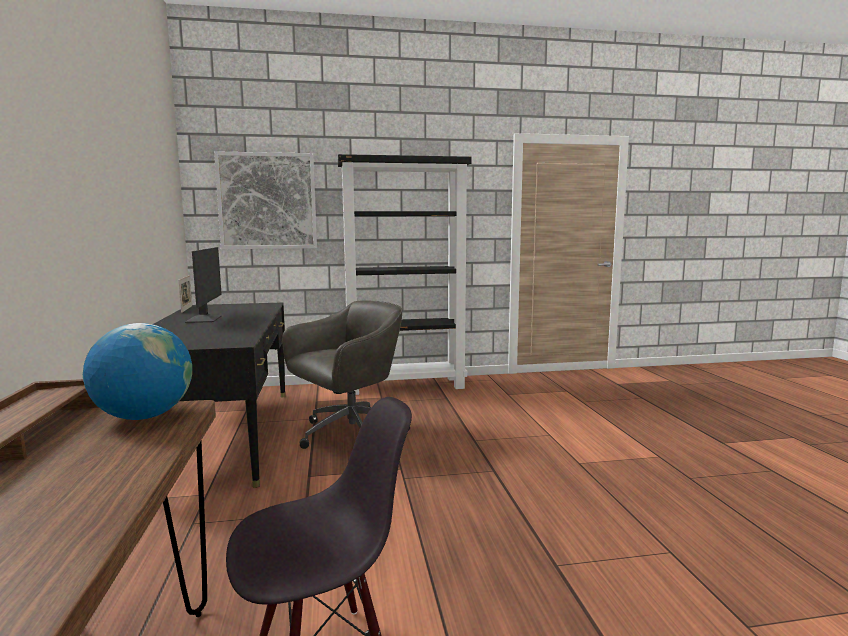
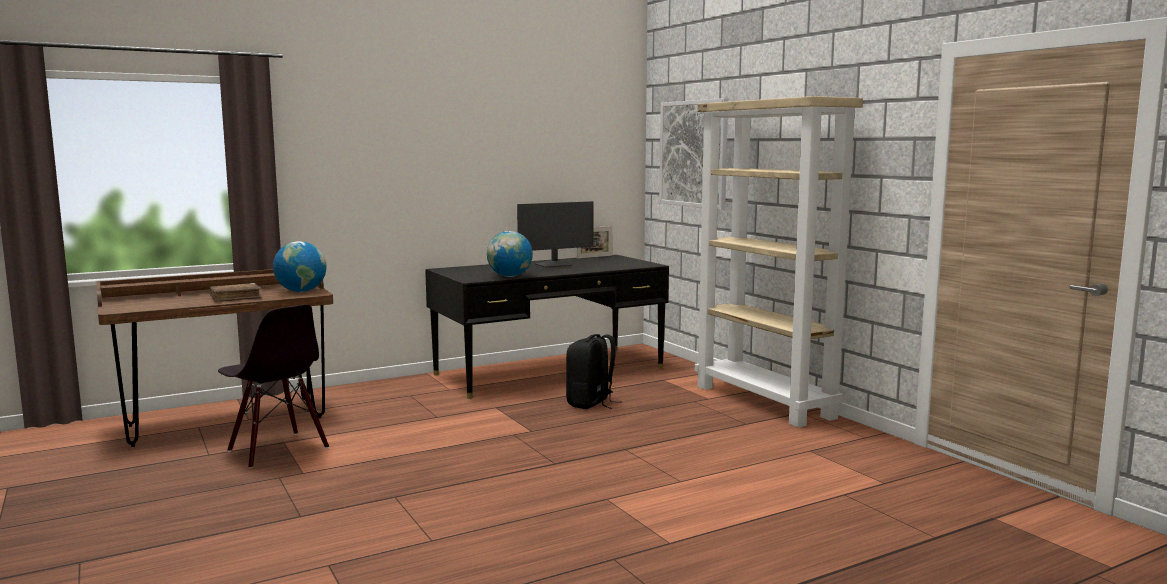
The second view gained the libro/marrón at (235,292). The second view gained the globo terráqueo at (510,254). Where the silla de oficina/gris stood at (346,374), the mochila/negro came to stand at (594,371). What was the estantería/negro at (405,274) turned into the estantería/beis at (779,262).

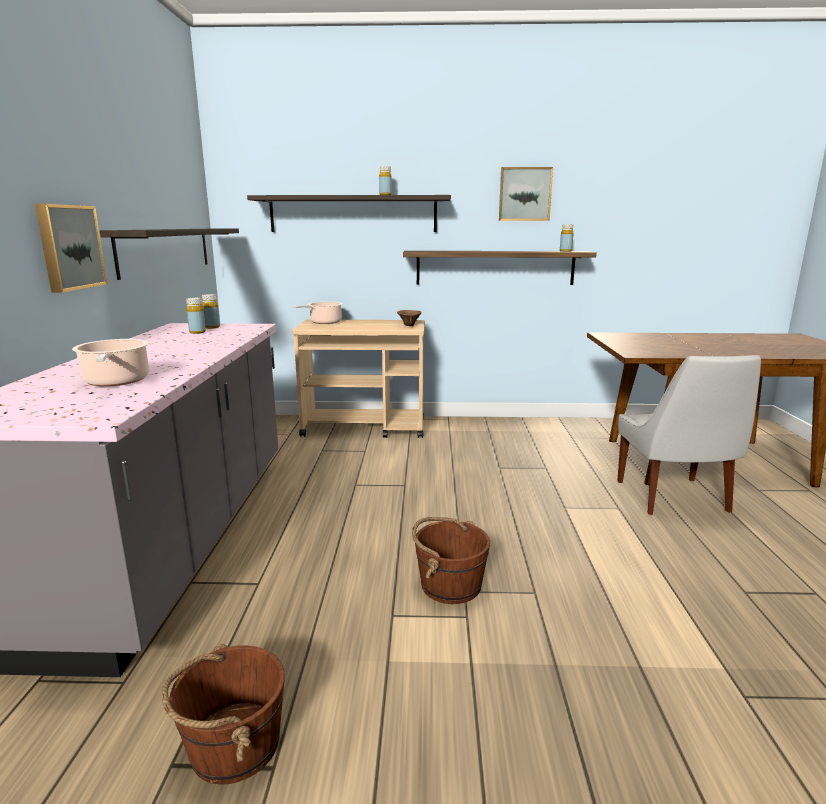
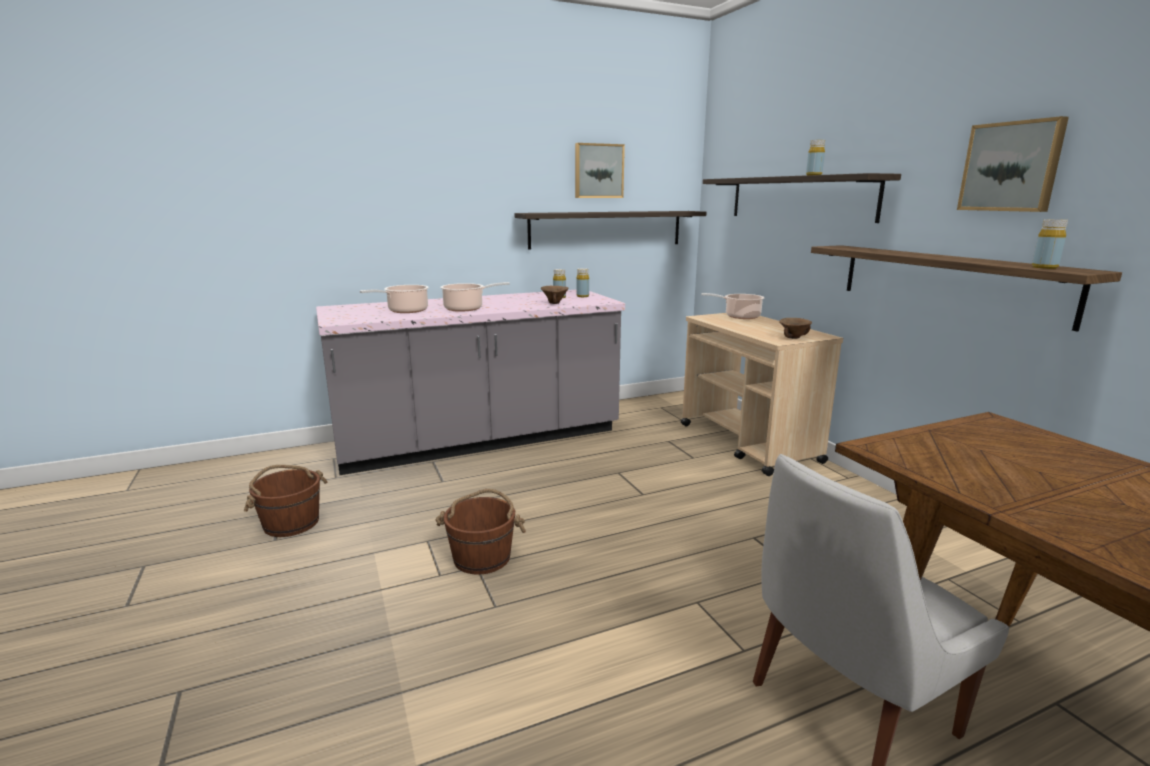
The second view gained the olla at (475,297). The second view gained the cuenco/marrón at (555,295). The cuadro ended up elsewhere, having gone from (71,248) to (600,170).

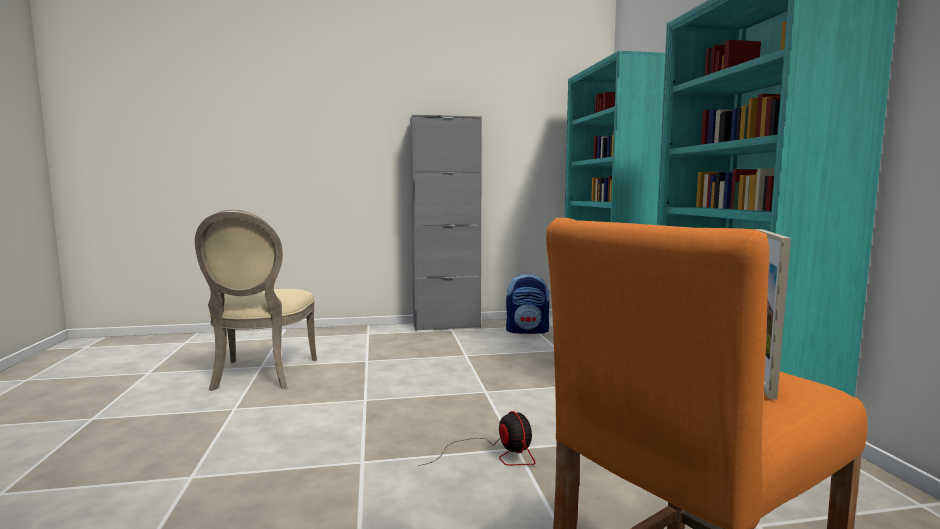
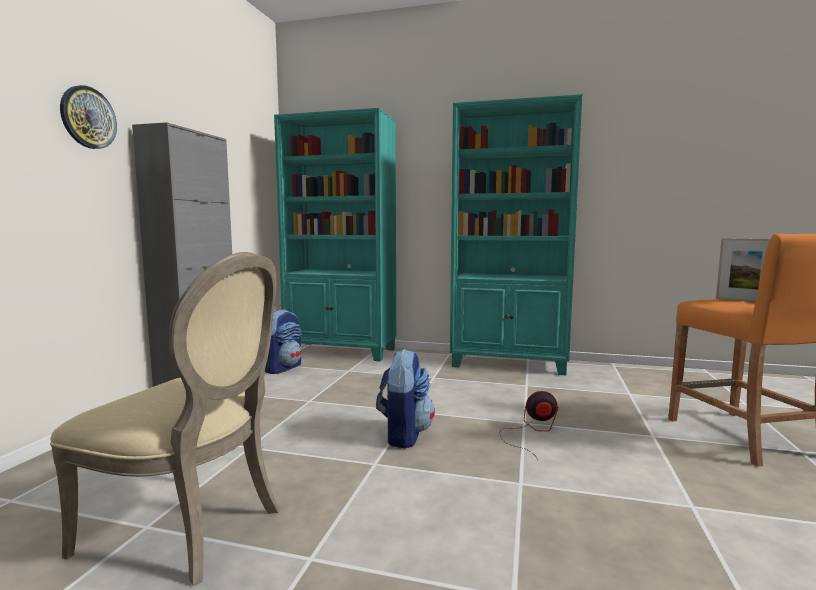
The second view gained the reloj de pared at (88,117). The second view gained the mochila at (405,398).

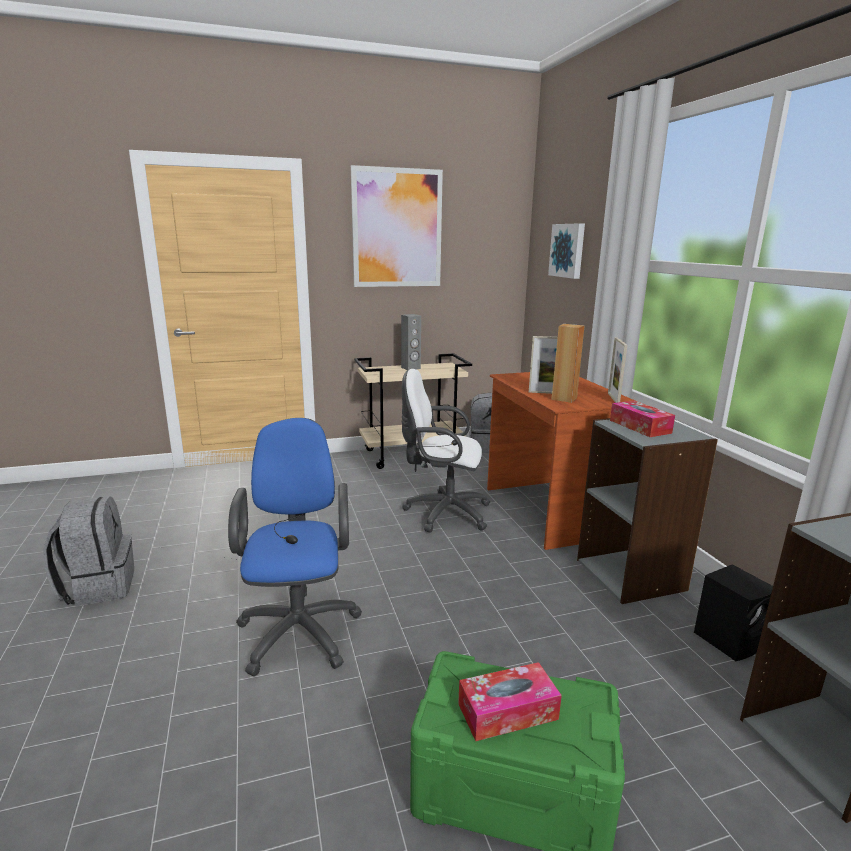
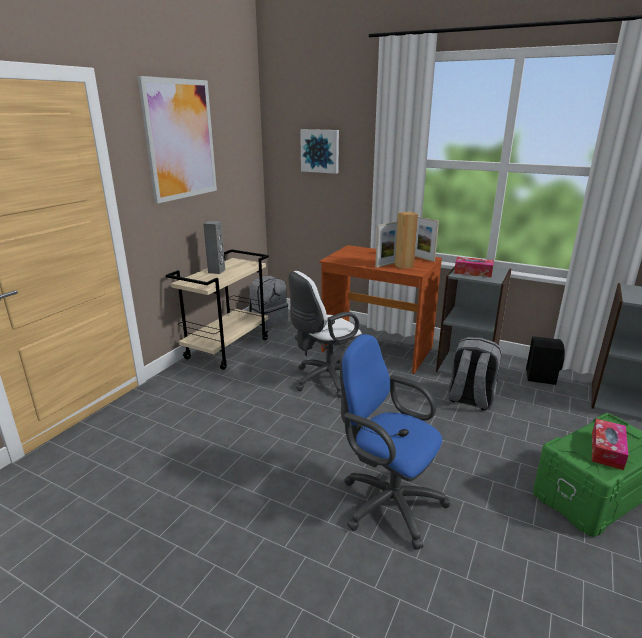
The mochila/gris ended up elsewhere, having gone from (88,551) to (475,374).

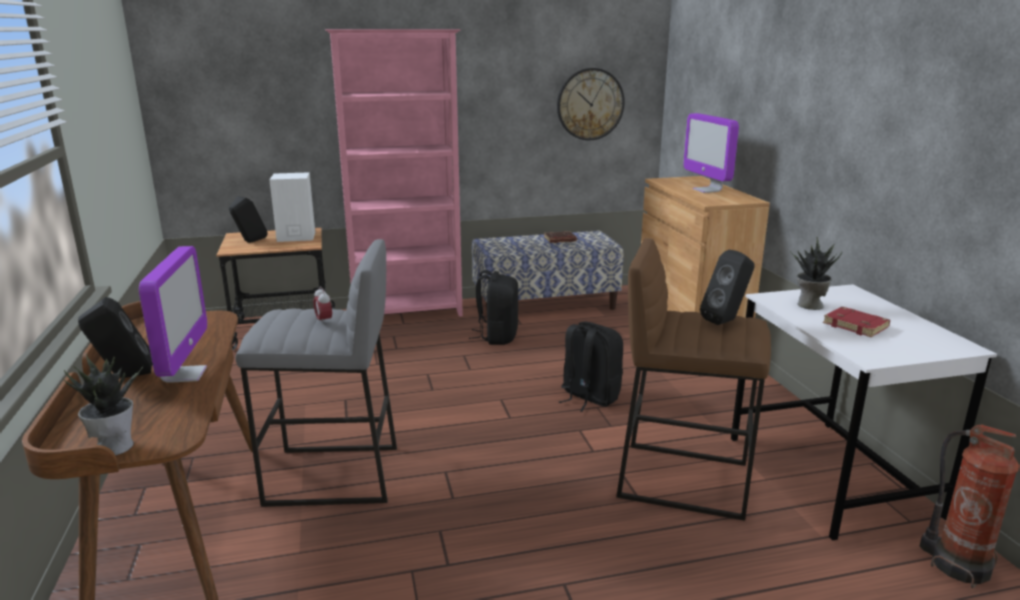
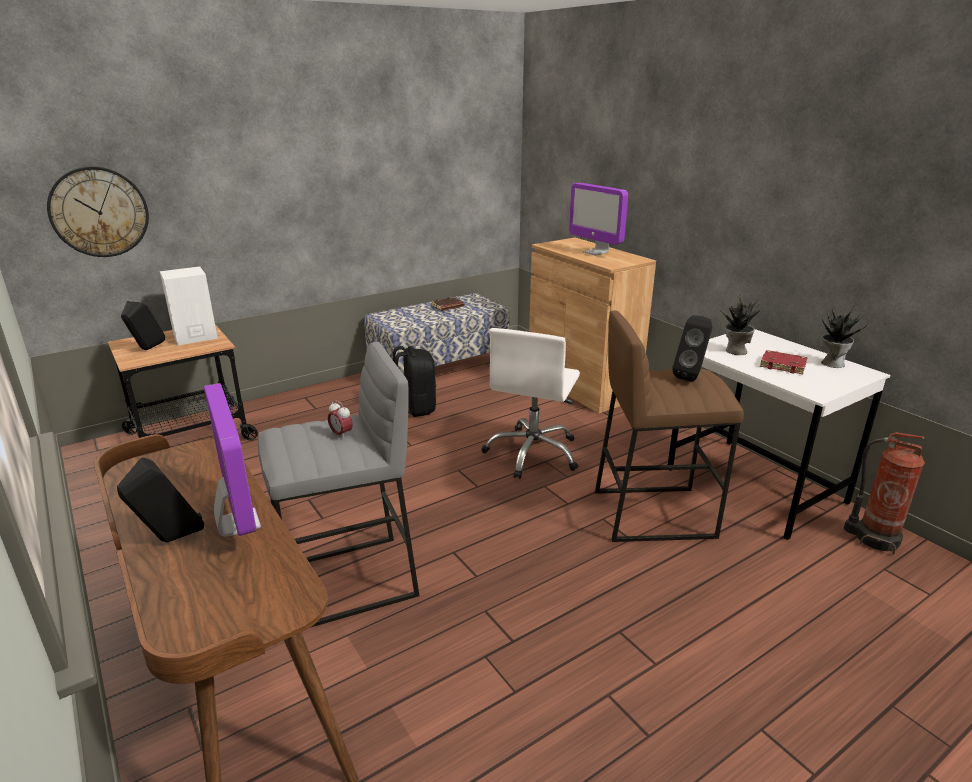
The second view lost the estantería/rosa at (394,173). The planta en maceta ended up elsewhere, having gone from (103,404) to (844,337). The reloj de pared ended up elsewhere, having gone from (591,104) to (98,211). Where the mochila/negro stood at (591,367), the silla de oficina/blanco came to stand at (531,403).

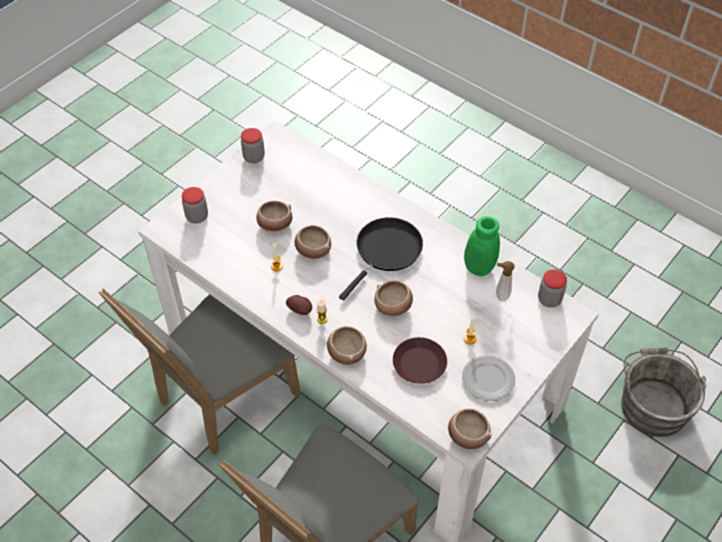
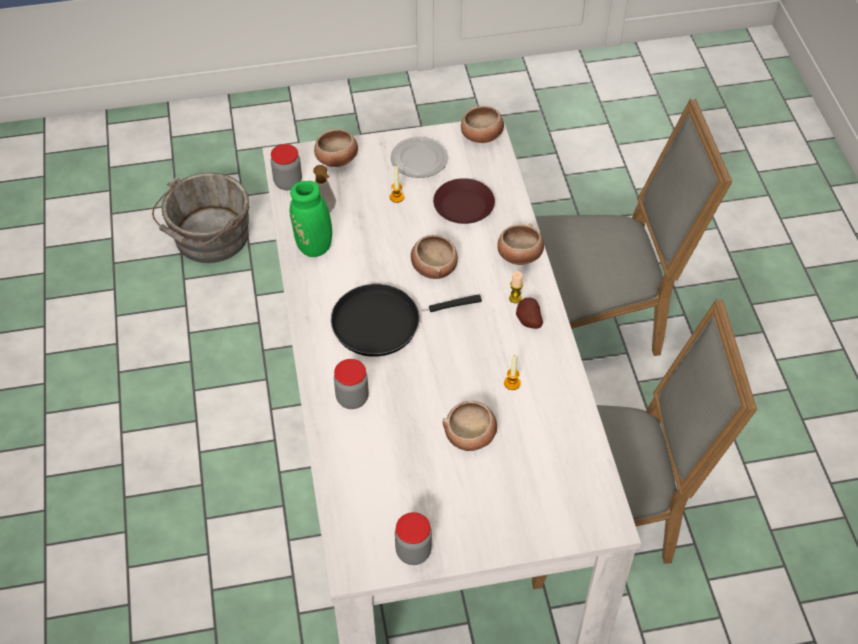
The tarro ended up elsewhere, having gone from (195,205) to (351,384). The cuenco ended up elsewhere, having gone from (313,242) to (336,147).

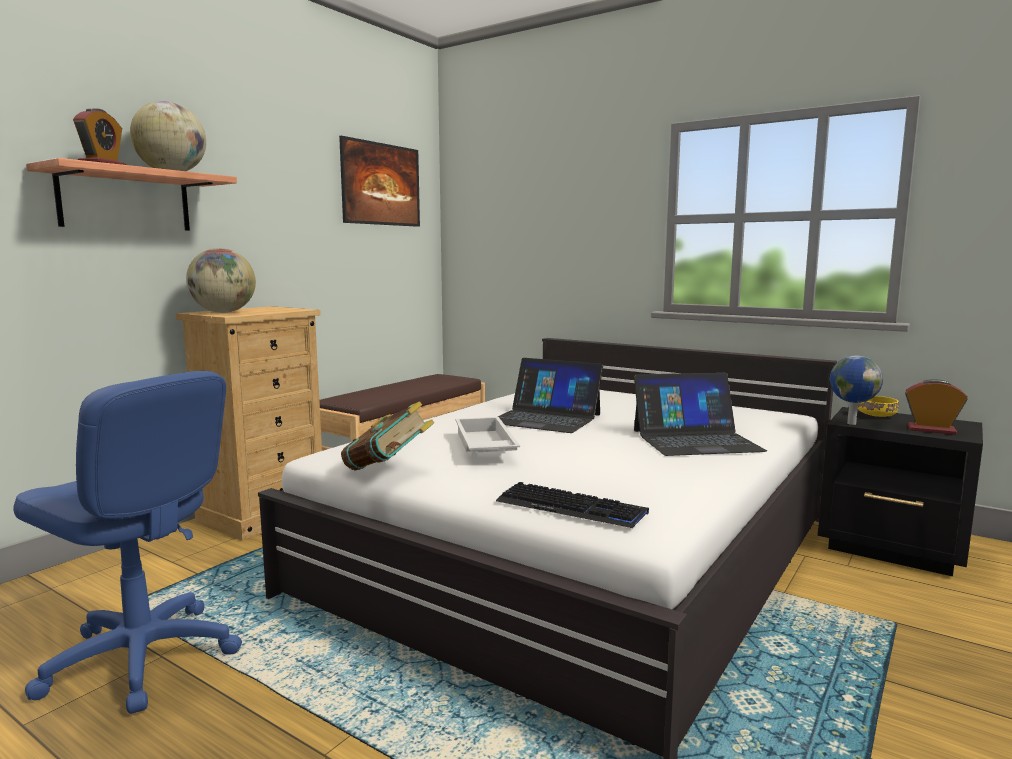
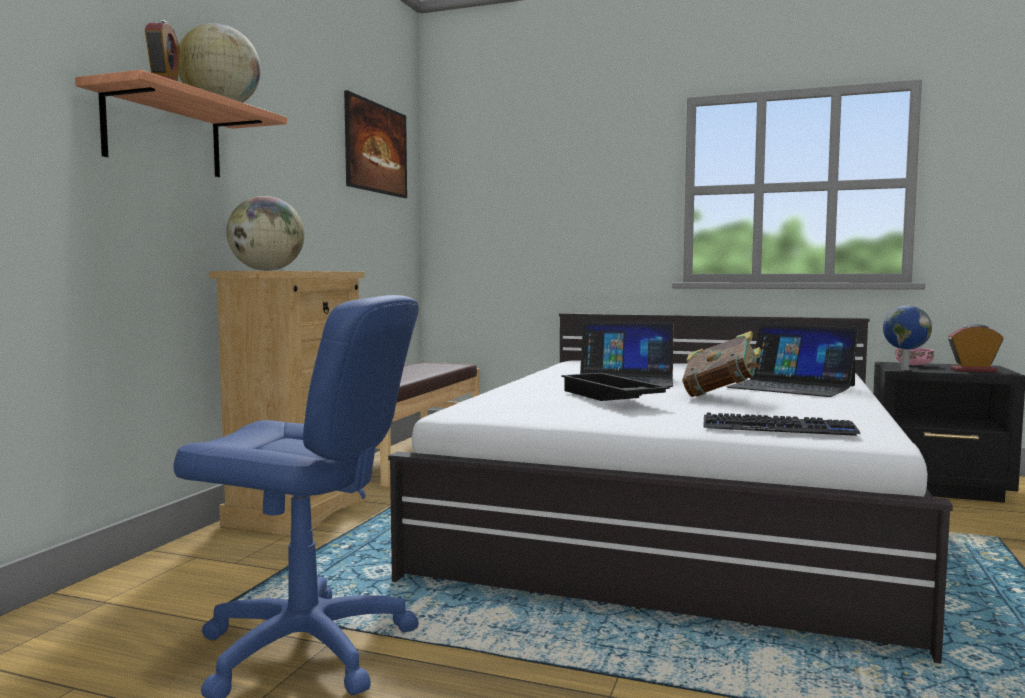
The libro ended up elsewhere, having gone from (387,436) to (721,364). What was the bandeja/blanco at (487,435) turned into the bandeja/negro at (615,387). What was the cuenco/amarillo at (878,406) turned into the cuenco/rosa at (914,356). The portátil at (700,414) ended up facing another way, 60 degrees clockwise from before.

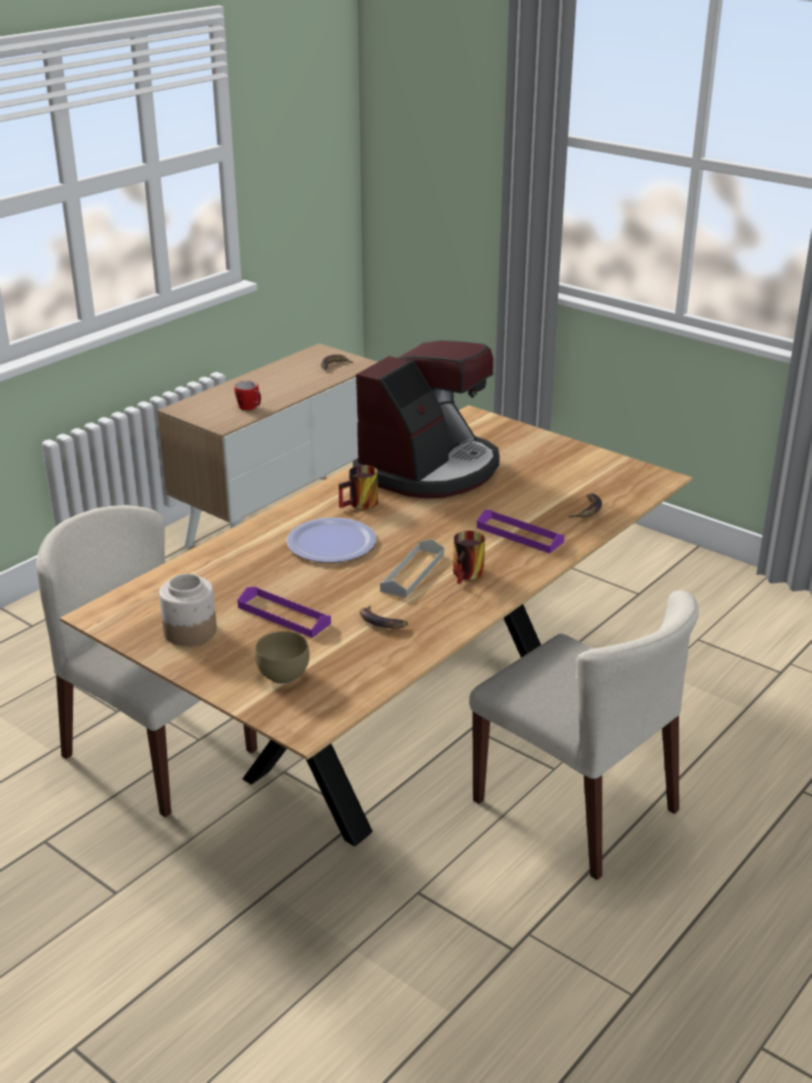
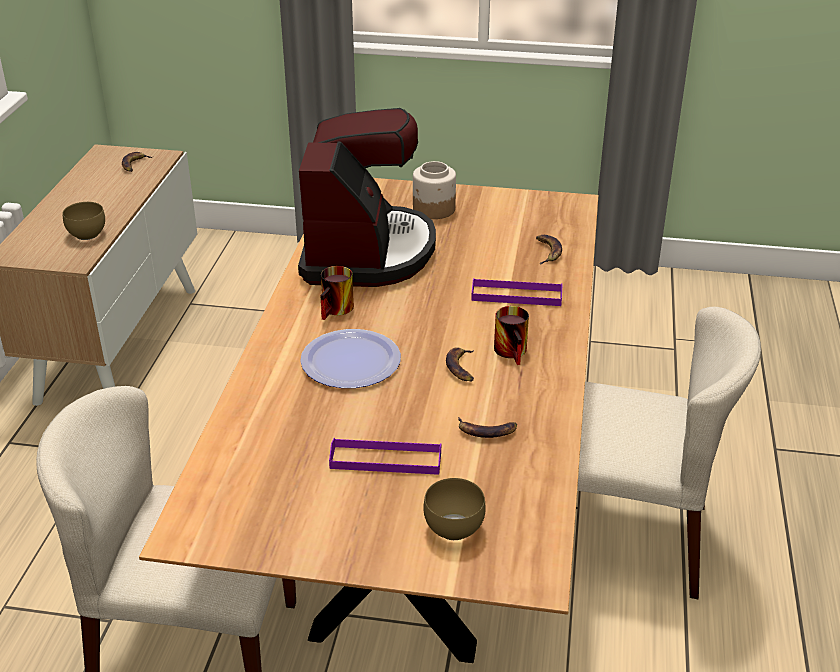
The tarro ended up elsewhere, having gone from (188,610) to (434,190). Where the taza grande stood at (247,395), the cuenco/marrón came to stand at (83,221). Where the bandeja/gris stood at (412,568), the plátano came to stand at (460,364).

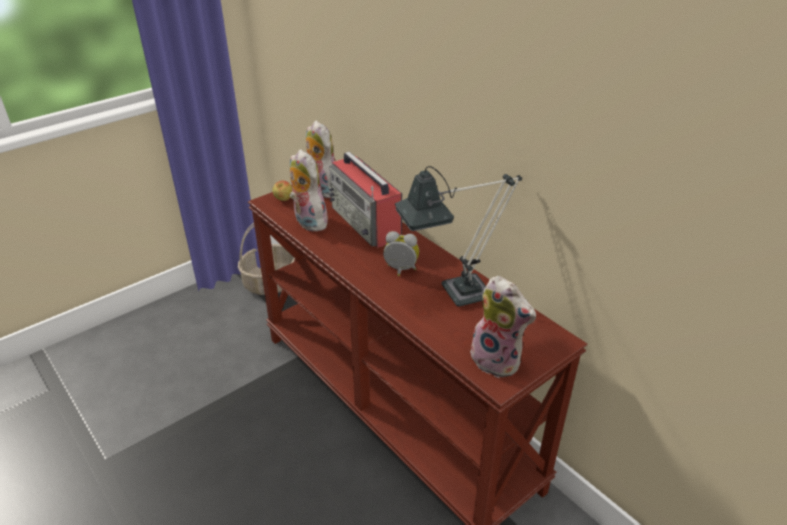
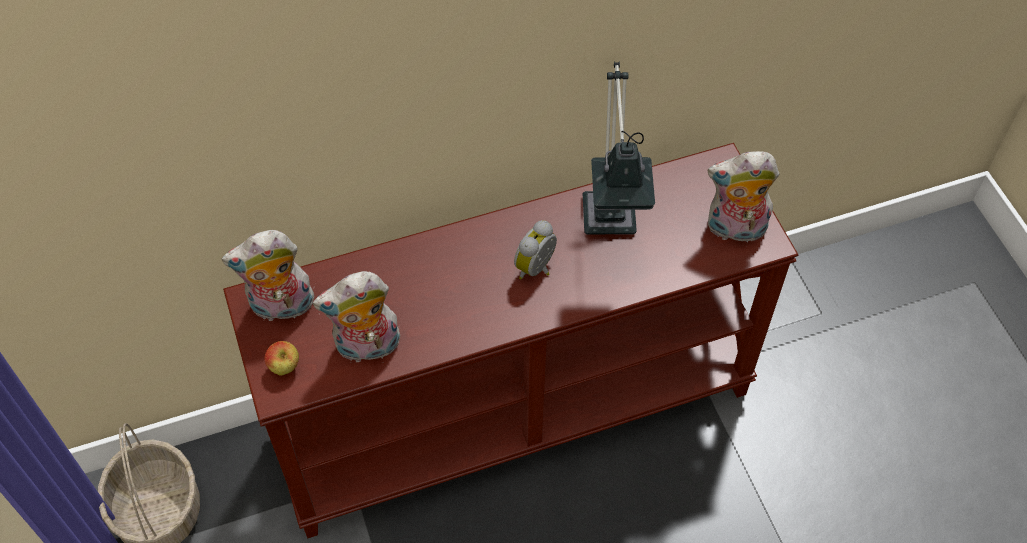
The second view lost the radio at (365,200). The peluche at (503,327) ended up facing another way, 150 degrees counterclockwise from before.

